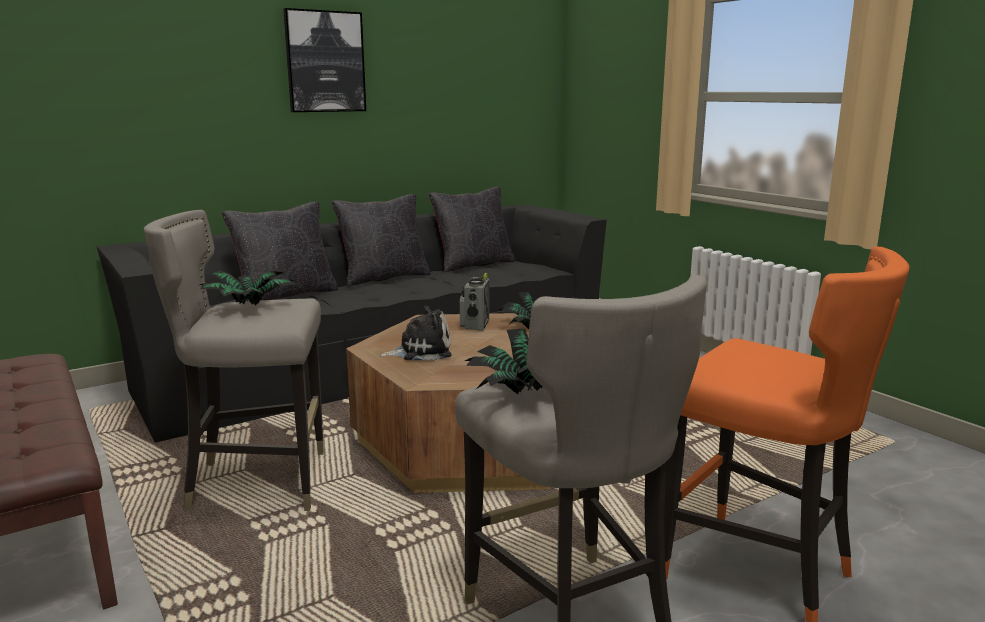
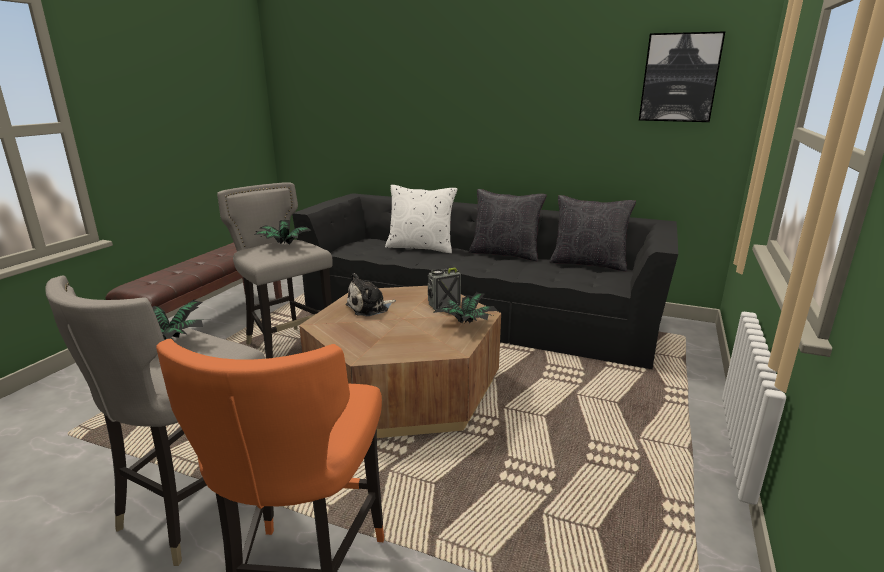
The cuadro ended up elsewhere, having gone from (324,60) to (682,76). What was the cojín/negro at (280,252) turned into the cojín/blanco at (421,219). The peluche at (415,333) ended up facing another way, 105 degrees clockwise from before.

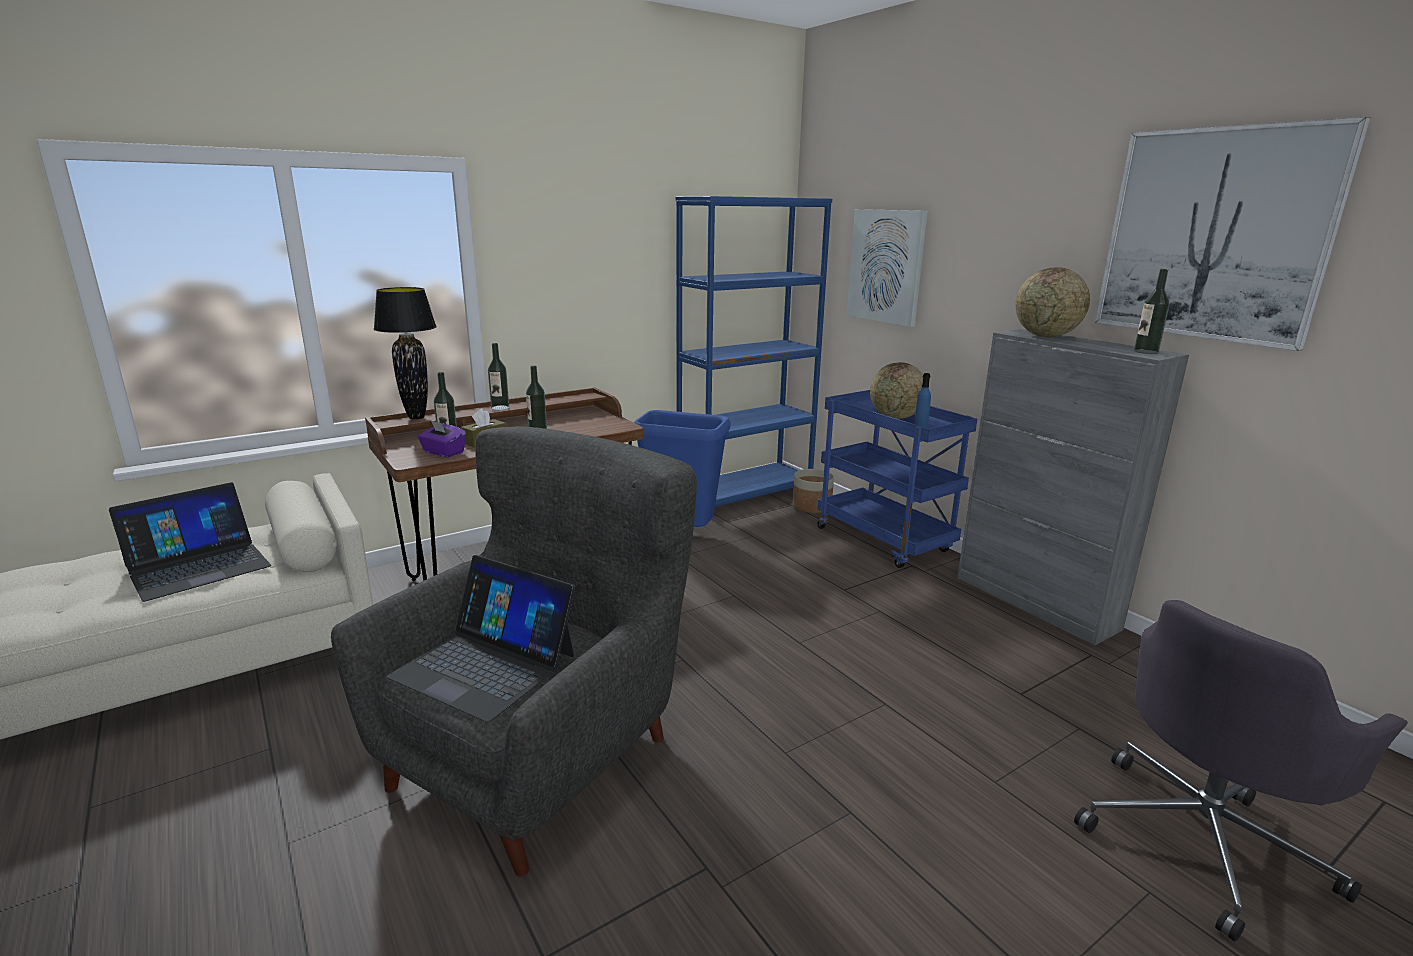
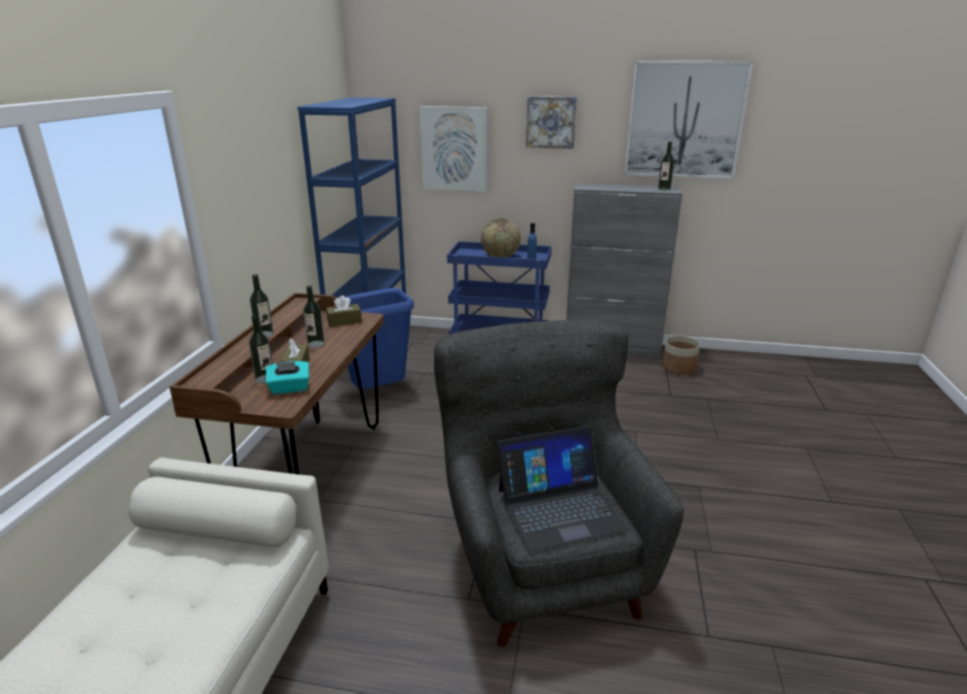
The second view lost the portátil at (190,542). The second view lost the lámpara de mesa/negro at (405,353). The second view lost the globo terráqueo at (1052,302). The second view lost the silla de oficina/gris at (1241,771). The second view gained the caja de pañuelos/marrón at (344,311). The second view gained the cuadro at (551,122). The maceta ended up elsewhere, having gone from (813,491) to (681,355). What was the caja de pañuelos/morado at (441,438) turned into the caja de pañuelos/turquesa at (287,377).

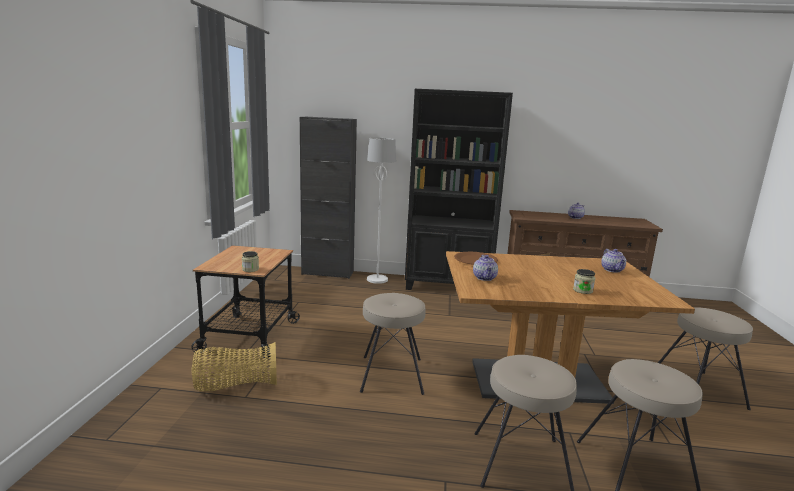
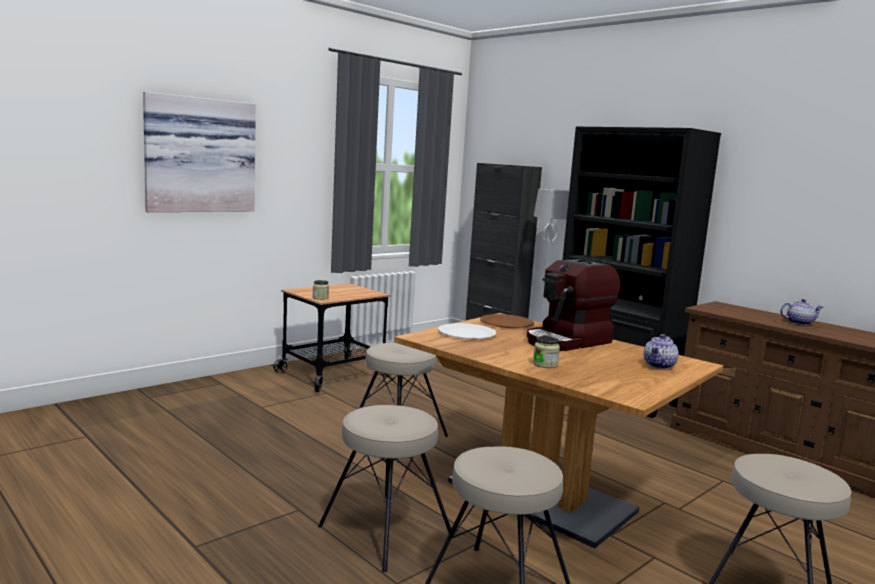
The second view lost the cesta at (234,366). The second view gained the cuadro at (199,152). The second view gained the cafetera at (573,305). Where the tetera stood at (485,268), the plato/blanco came to stand at (467,331).

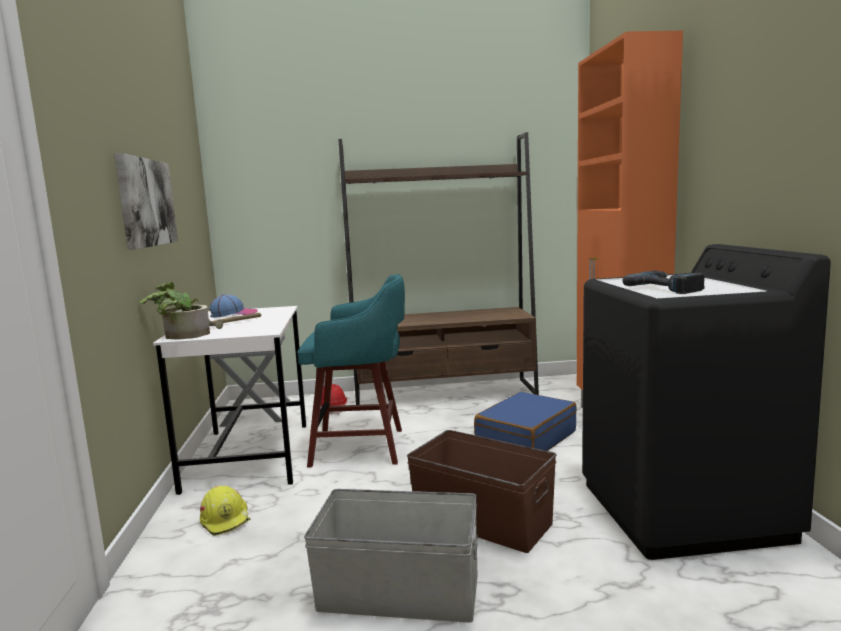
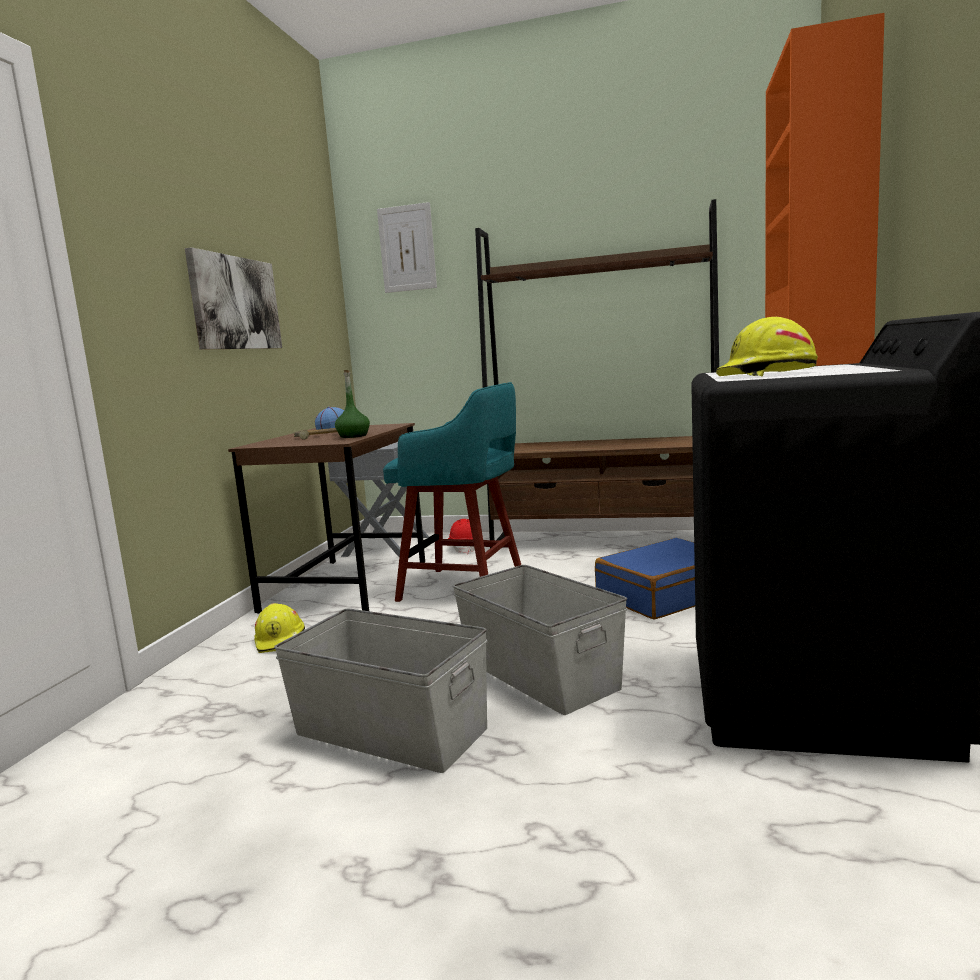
The second view lost the planta en maceta at (175,311). The second view gained the botella/verde at (352,404). The second view gained the cuadro at (407,247). Where the taladro stood at (664,282), the casco/amarillo came to stand at (767,346). What was the escritorio/blanco at (229,400) turned into the escritorio/marrón at (326,518). What was the caja de almacenaje/marrón at (482,491) turned into the caja de almacenaje/gris at (540,640).

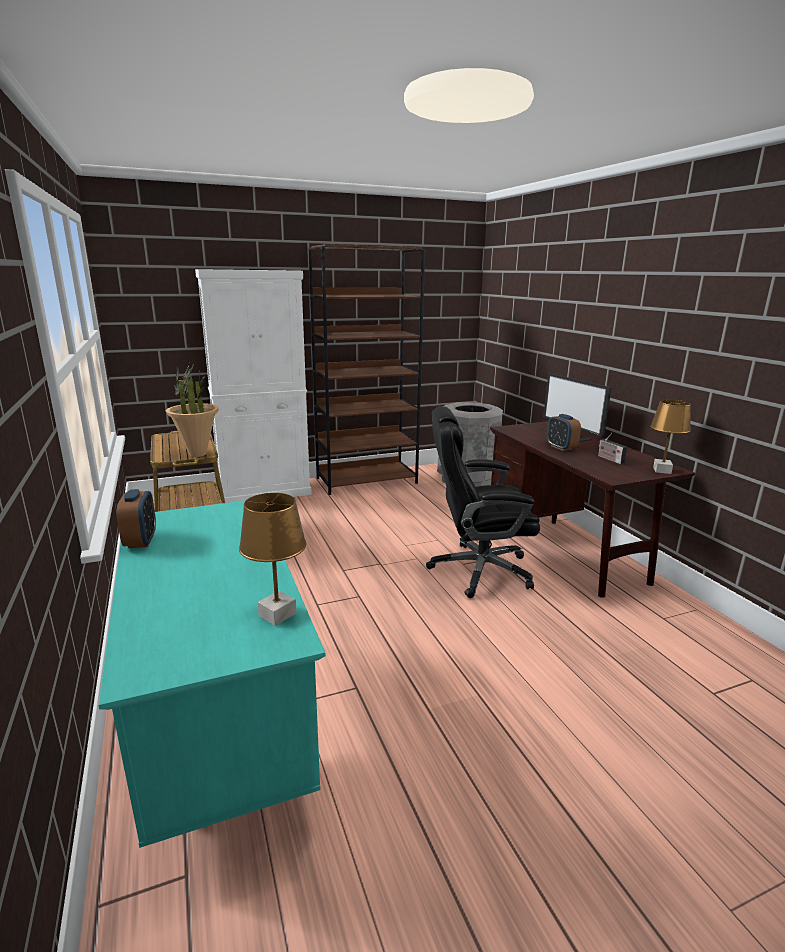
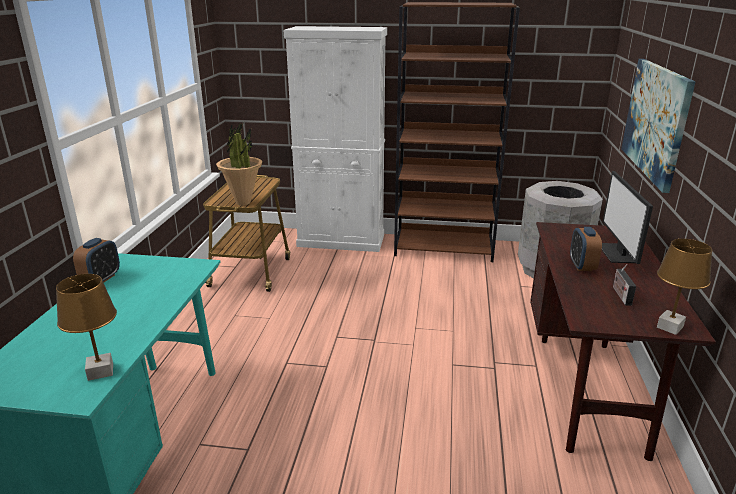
The second view lost the silla de oficina/negro at (483,502). The second view gained the cuadro at (658,126).

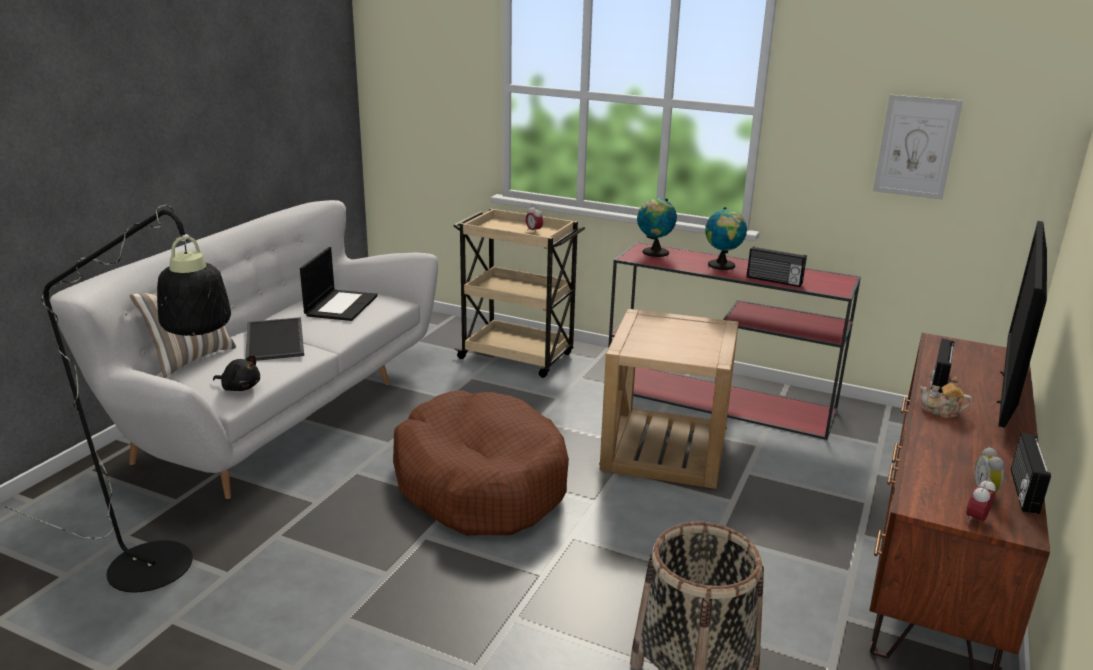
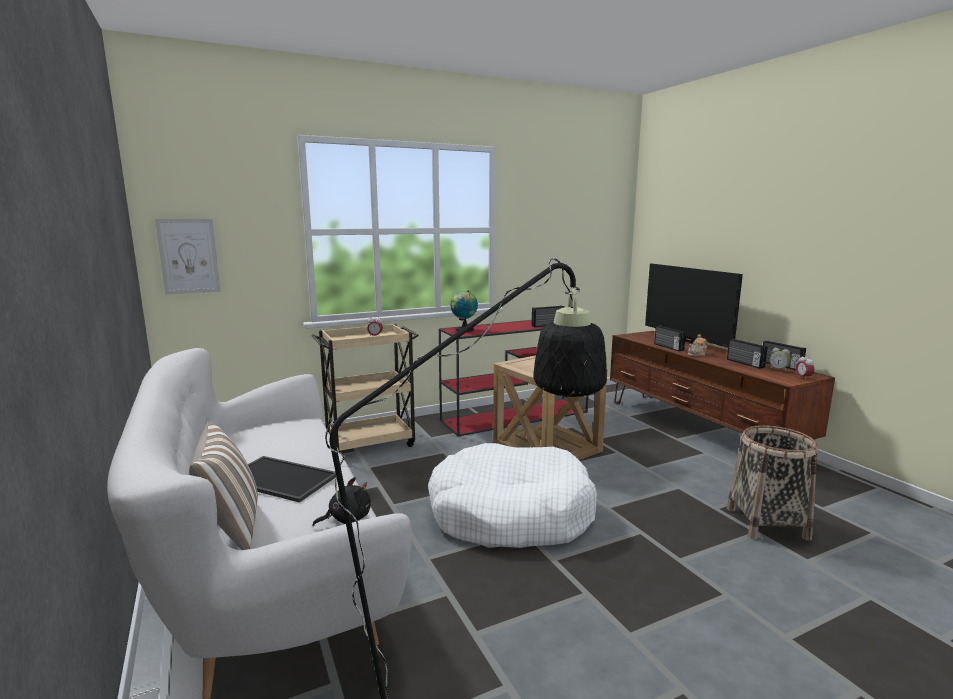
The second view lost the portátil at (339,284). The second view lost the globo terráqueo at (726,238). The second view gained the radio at (747,354). The cuadro ended up elsewhere, having gone from (918,147) to (188,257). What was the cama para perro/marrón at (481,462) turned into the cama para perro/blanco at (512,495).

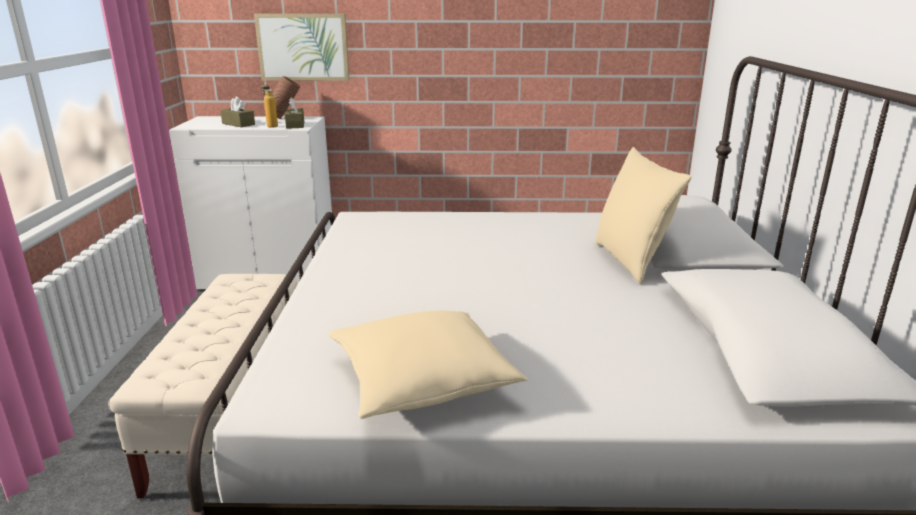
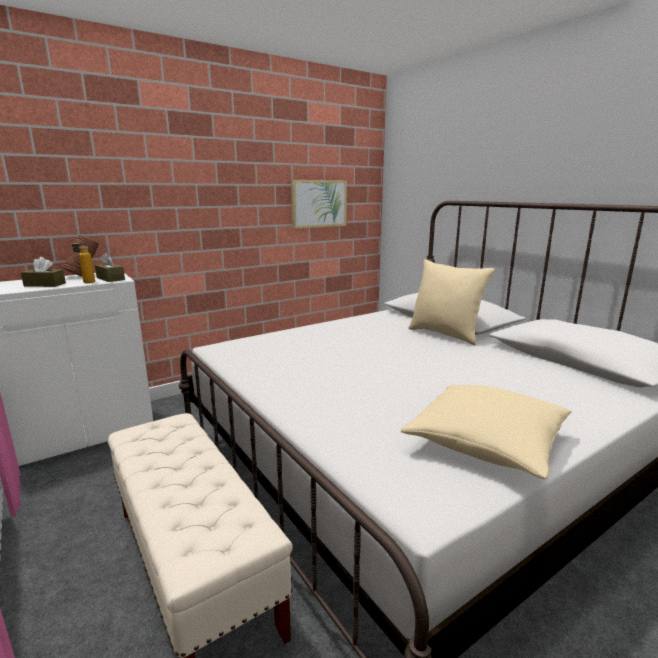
The cuadro ended up elsewhere, having gone from (302,47) to (319,204).

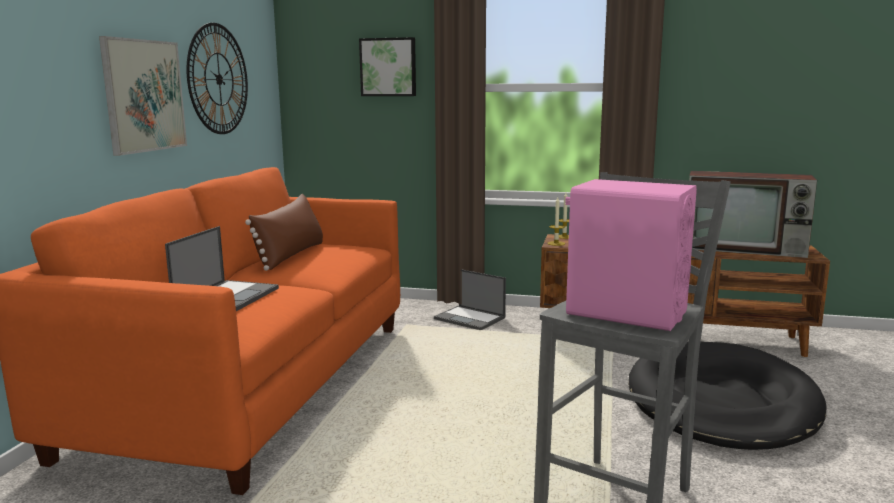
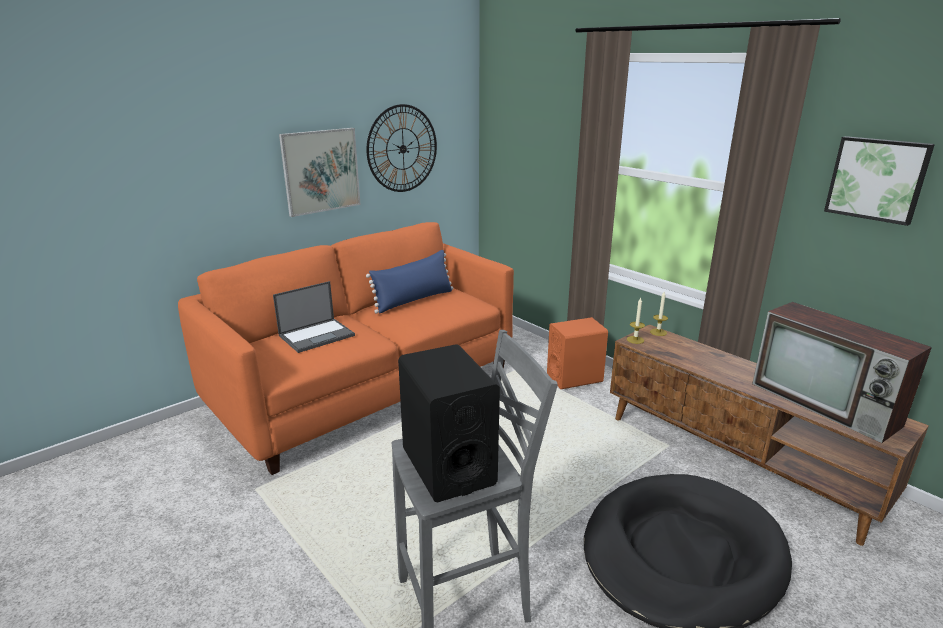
The cuadro ended up elsewhere, having gone from (387,66) to (879,181). Where the portátil stood at (470,299), the altavoz/naranja came to stand at (577,353). What was the cojín/marrón at (284,232) turned into the cojín/azul at (409,282). What was the altavoz/rosa at (631,255) turned into the altavoz/negro at (449,423).

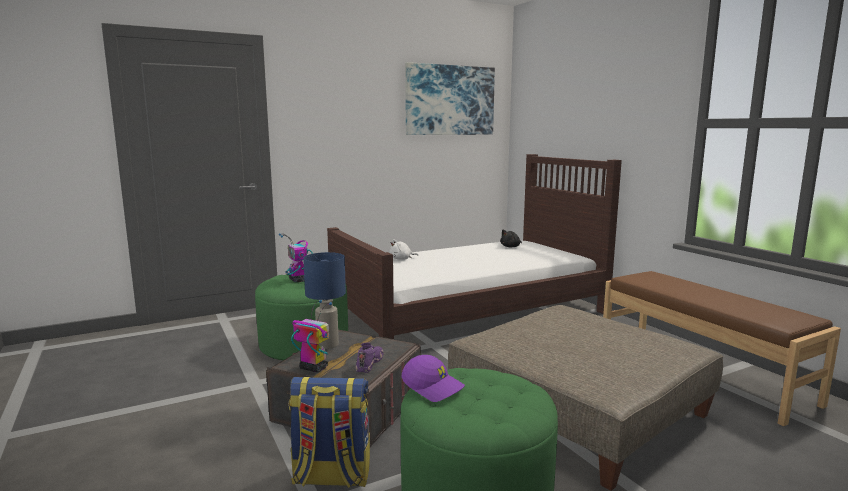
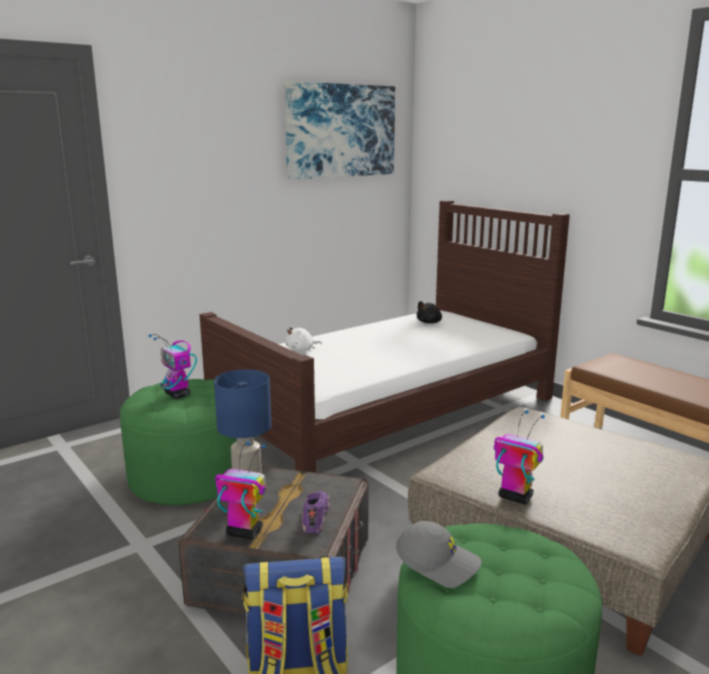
The second view gained the robot de juguete at (519,457). What was the gorra/morado at (433,378) turned into the gorra/gris at (439,554).

